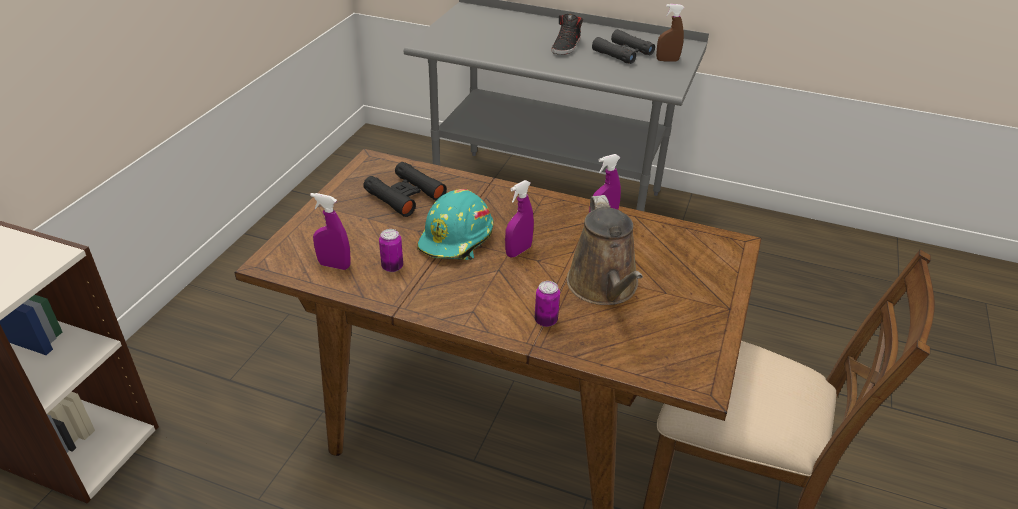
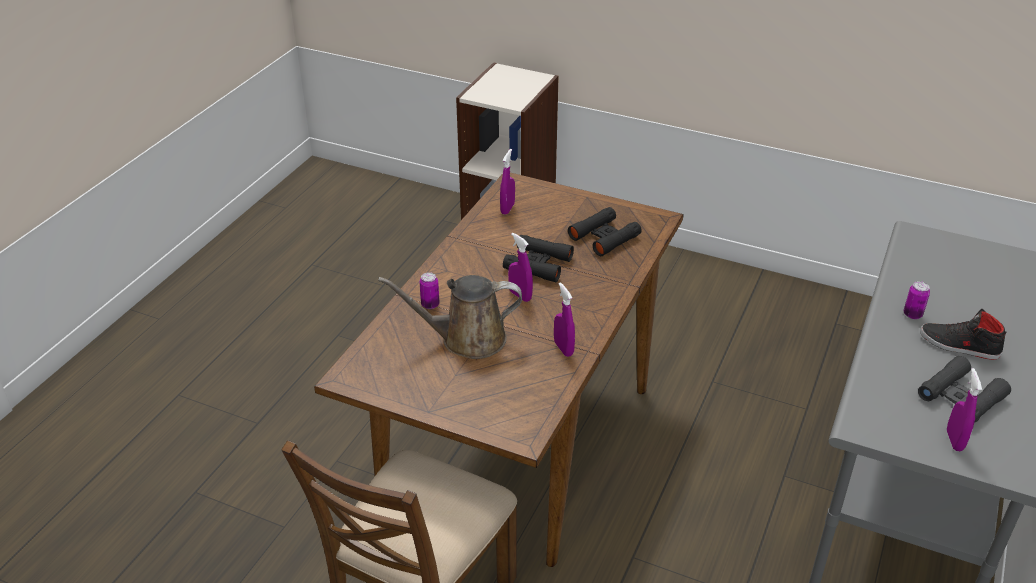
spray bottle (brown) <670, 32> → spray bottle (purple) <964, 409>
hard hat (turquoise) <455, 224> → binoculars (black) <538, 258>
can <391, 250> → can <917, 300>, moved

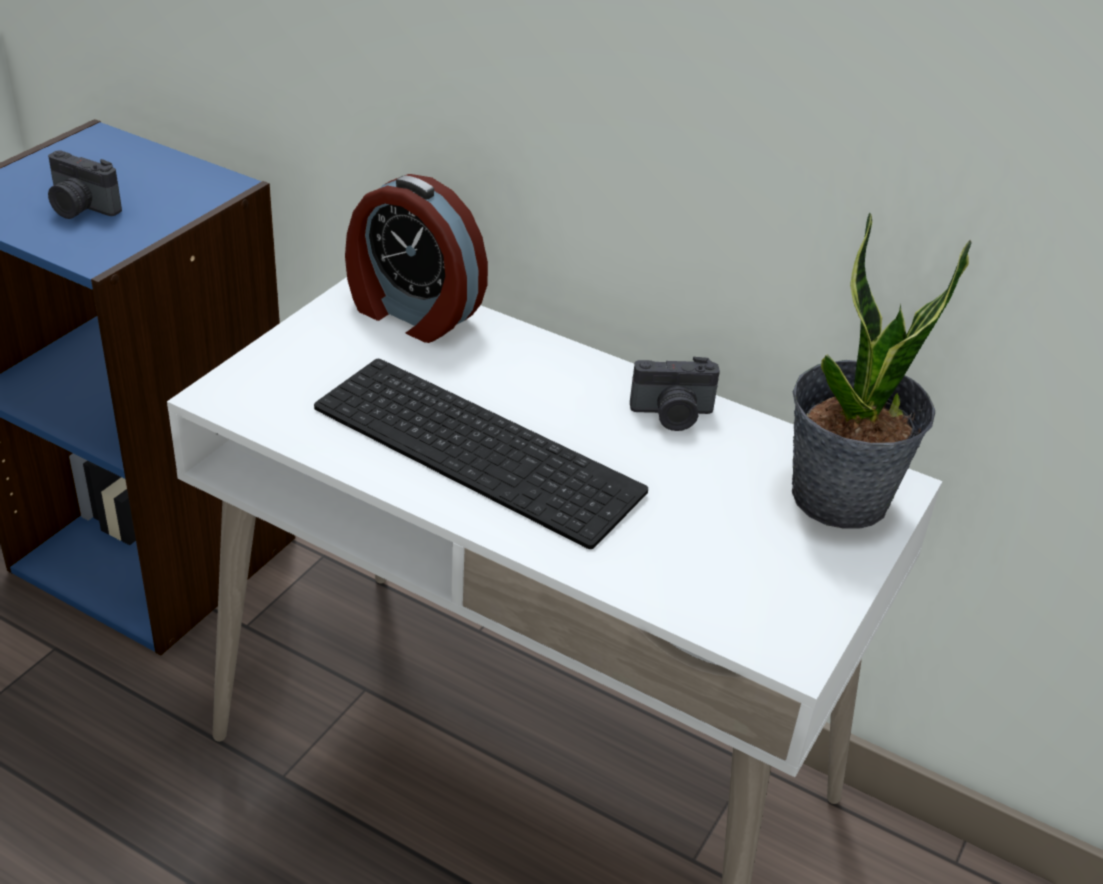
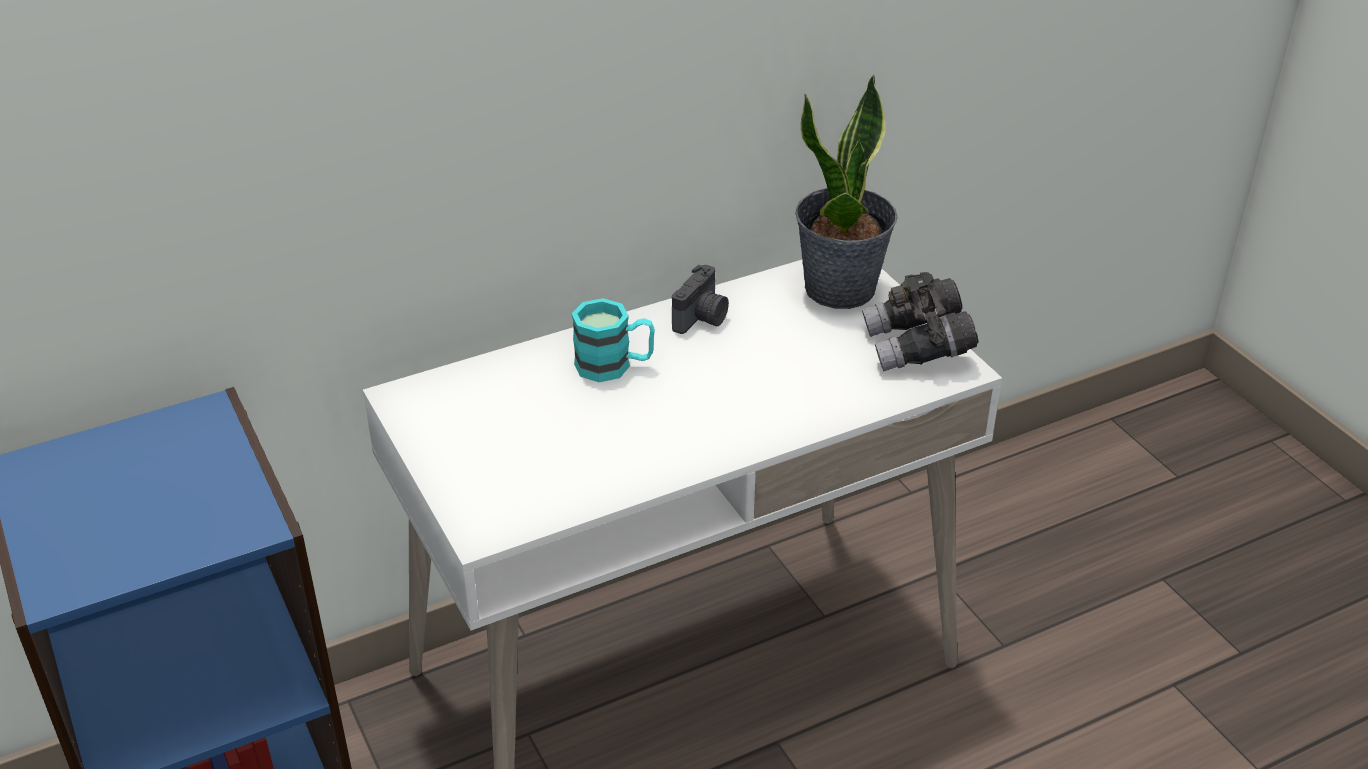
photo camera <85, 185> → -
alarm clock <416, 258> → -
keyboard <481, 454> → -
- → binoculars (grey) <920, 321>
- → mug (turquoise) <613, 340>

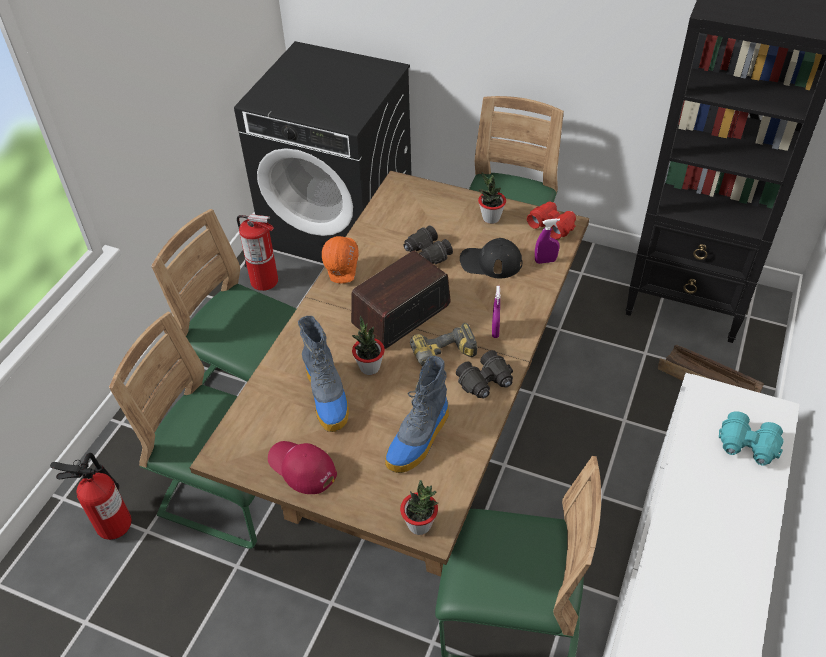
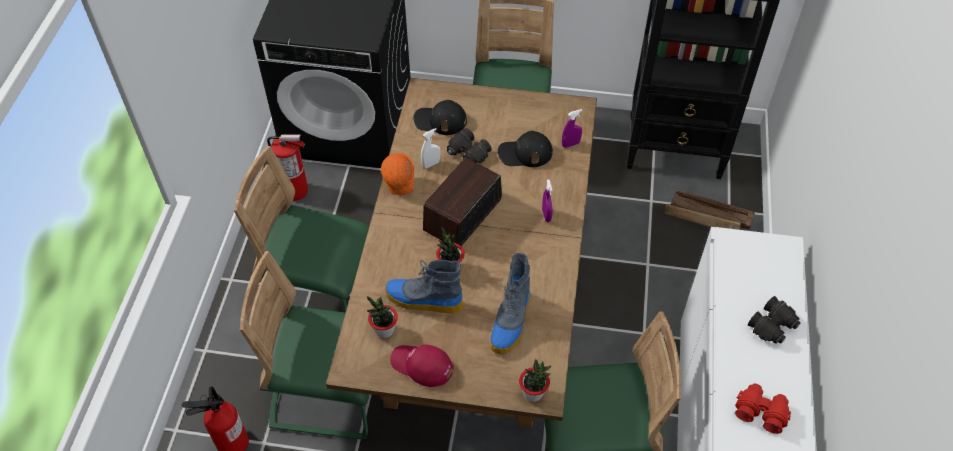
potted plant <492, 198> → potted plant <382, 317>, moved
binoculars (red) <551, 220> → binoculars (red) <763, 409>, moved
boot <323, 374> → boot <424, 287>, 135 degrees clockwise
power drill <443, 345> → -
binoculars (black) <484, 374> → binoculars (black) <774, 320>, moved
binoculars (turquoise) <751, 438> → -
- → cap (black) <440, 117>
- → spray bottle (white) <430, 148>

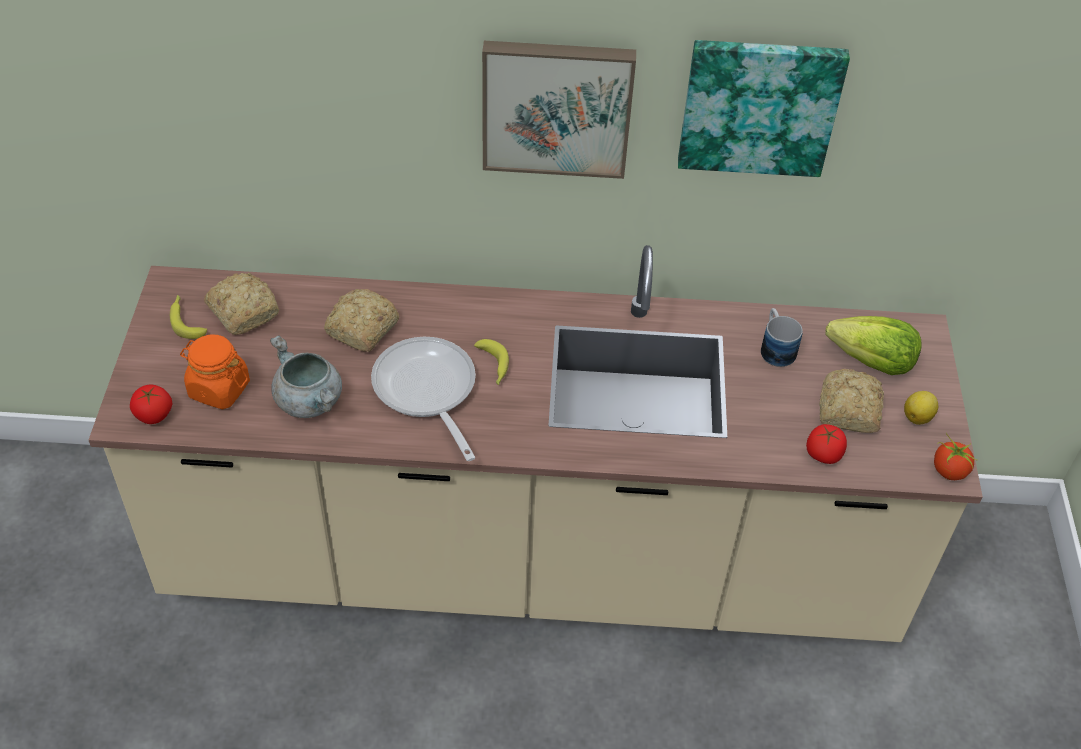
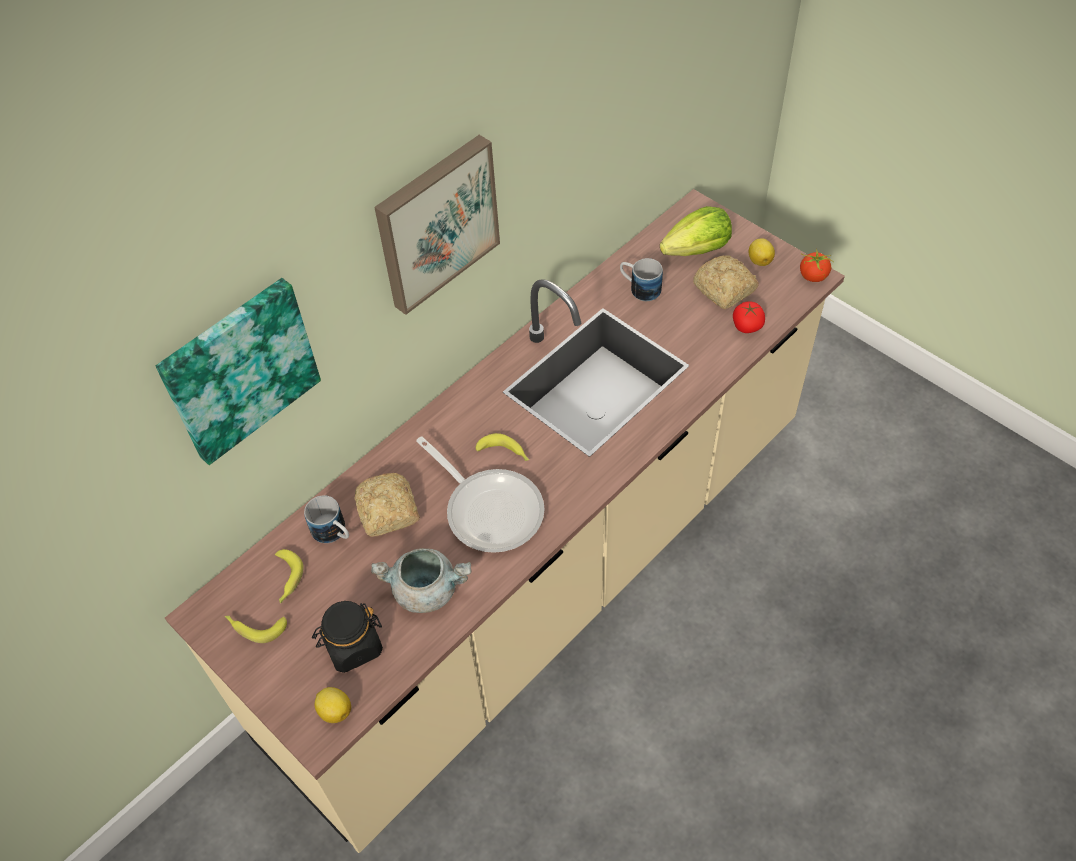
picture <764, 108> → picture <238, 371>, moved
bread <241, 304> → banana <289, 576>
jar (orange) <215, 371> → jar (black) <347, 637>
frying pan <423, 399> → frying pan <480, 494>, 150 degrees counterclockwise
tomato <151, 404> → lemon <333, 705>
- → mug <326, 519>

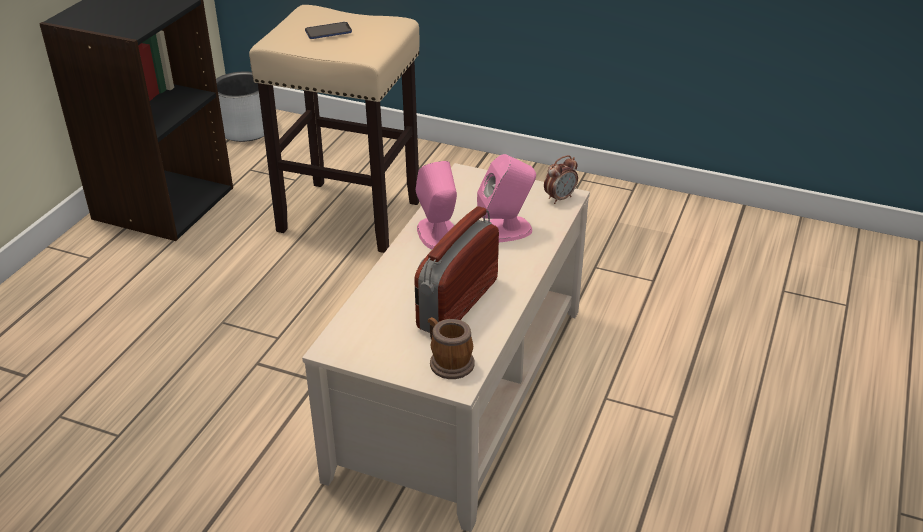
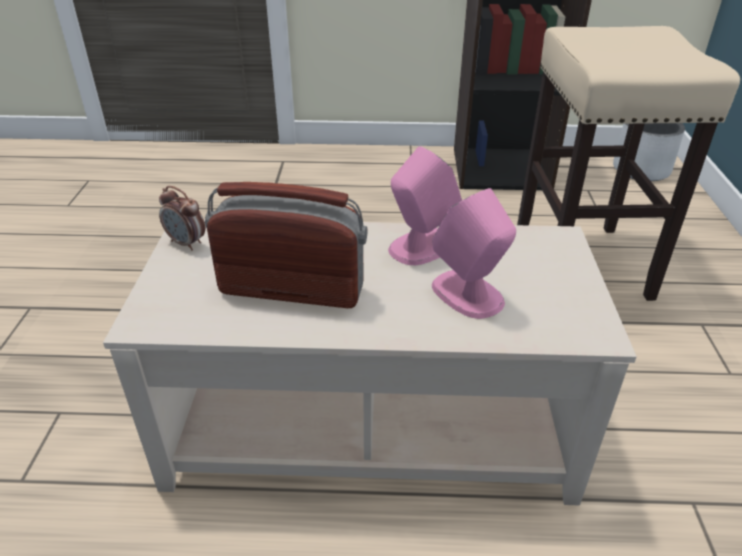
phone <328, 30> → -
alarm clock <561, 179> → alarm clock <182, 218>, moved
mug <451, 348> → -

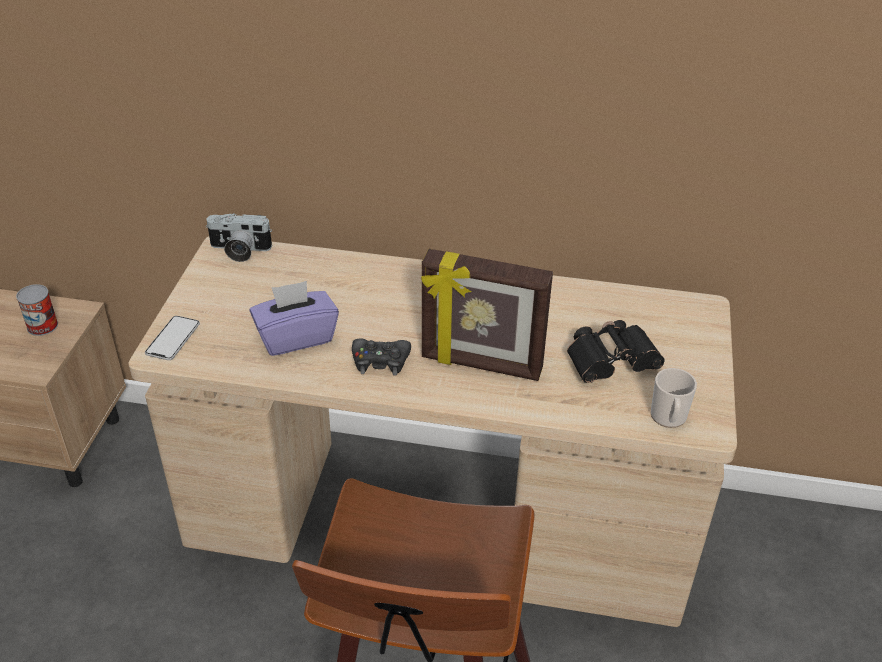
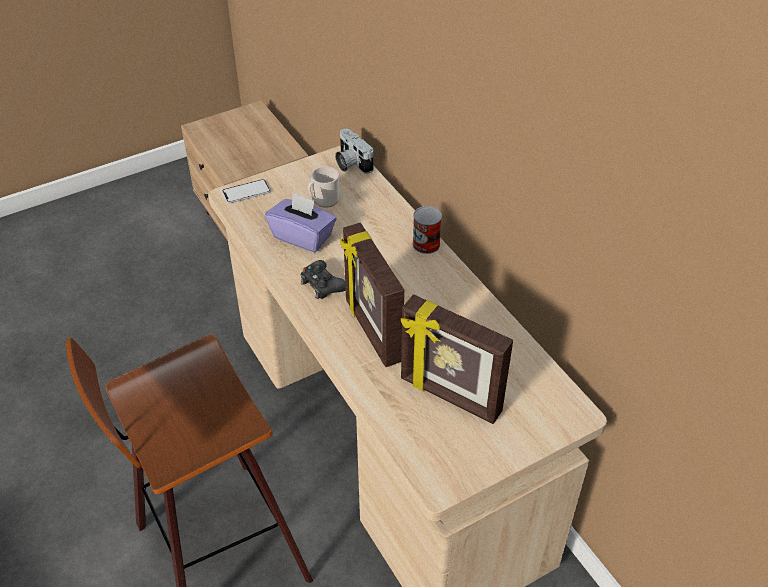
can <37, 310> → can <427, 230>, moved
binoculars (black) <616, 351> → picture frame <457, 359>
mug <674, 398> → mug <323, 187>, moved

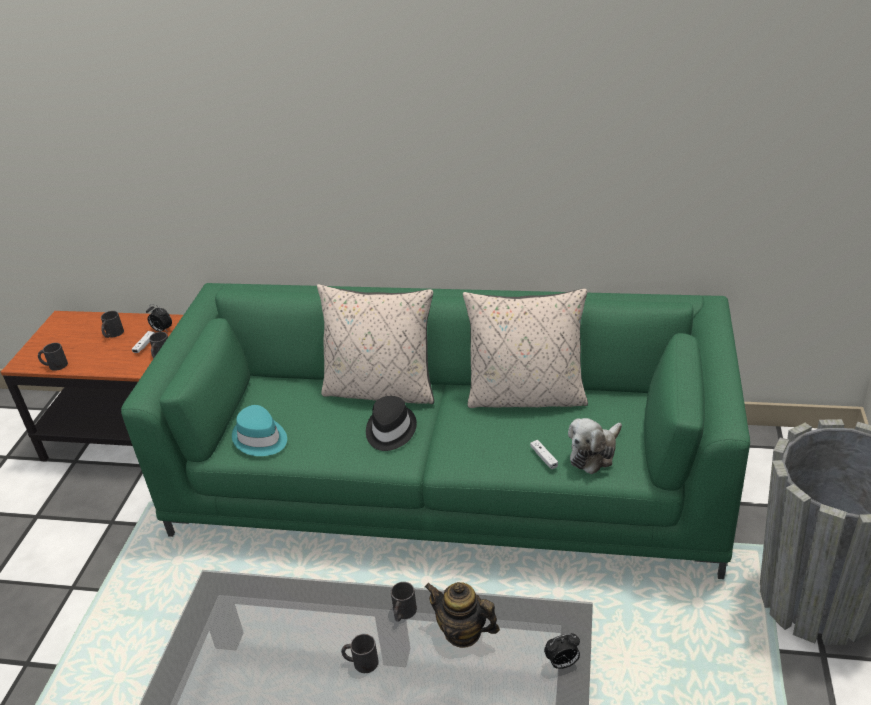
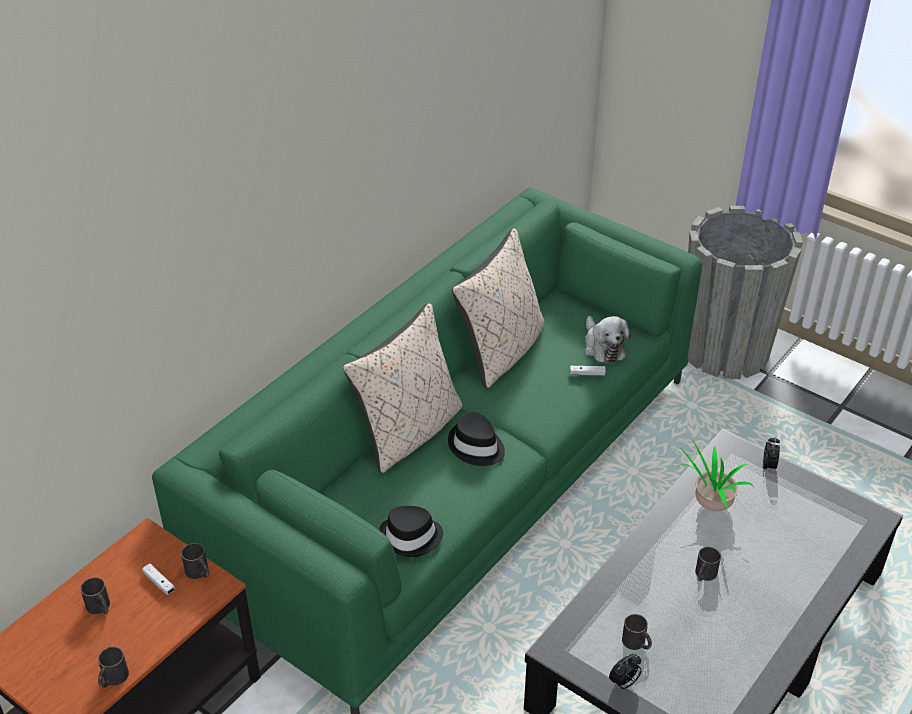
alarm clock <159, 318> → alarm clock <625, 672>, moved
hat (turquoise) <259, 430> → hat (black) <411, 531>
mug (black) <404, 602> → mug (black) <637, 632>, moved
teapot <462, 615> → potted plant <716, 476>

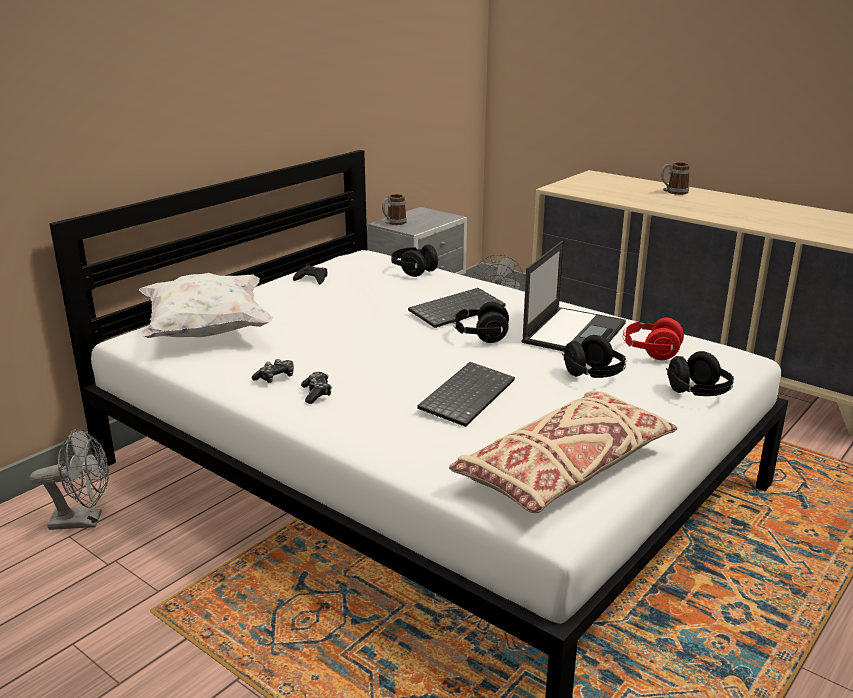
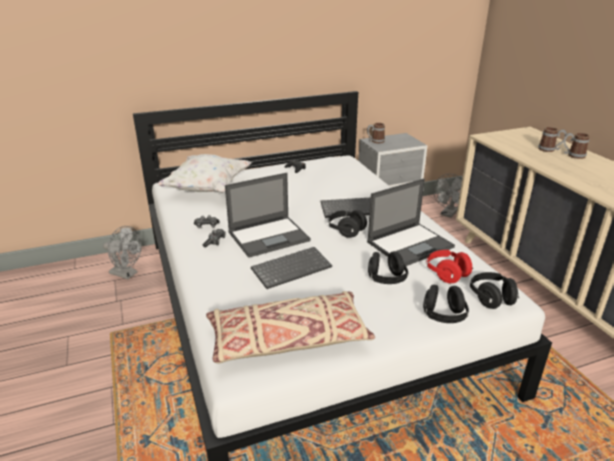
headphones (black) <415, 260> → headphones (black) <494, 290>, moved
- → mug <552, 139>
- → laptop <268, 215>

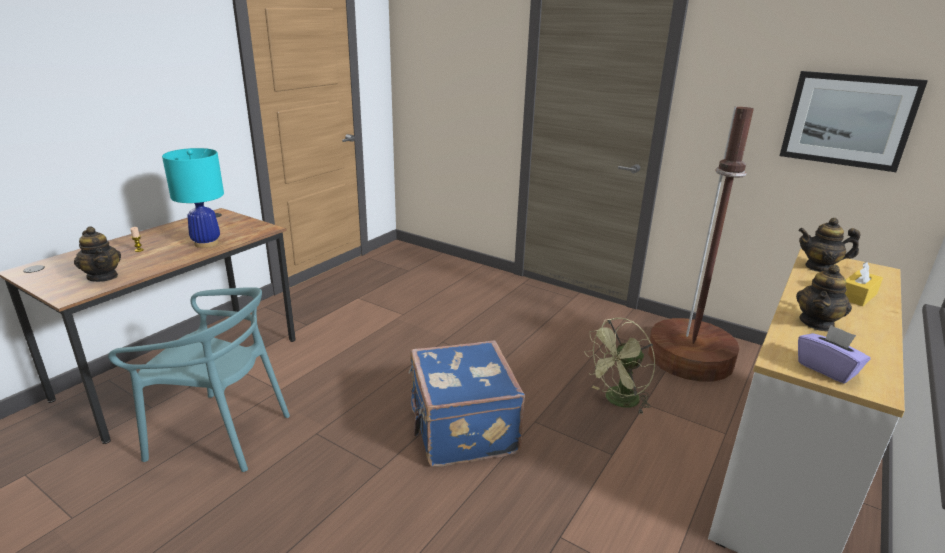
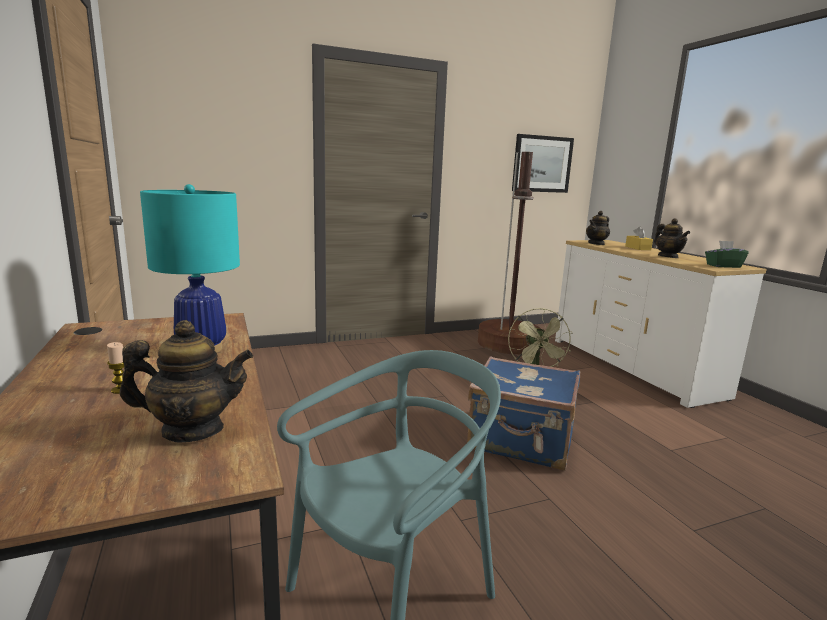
tissue box (purple) <834, 354> → tissue box (green) <726, 254>

